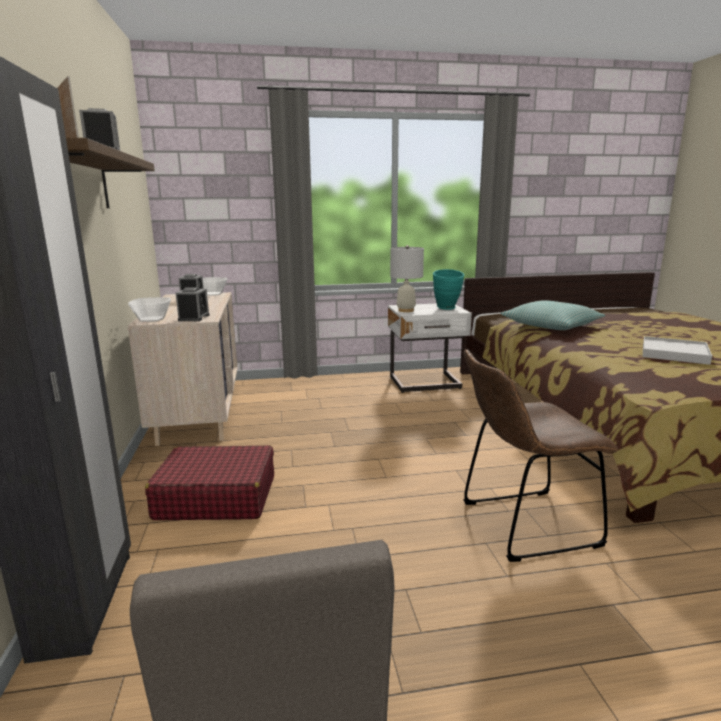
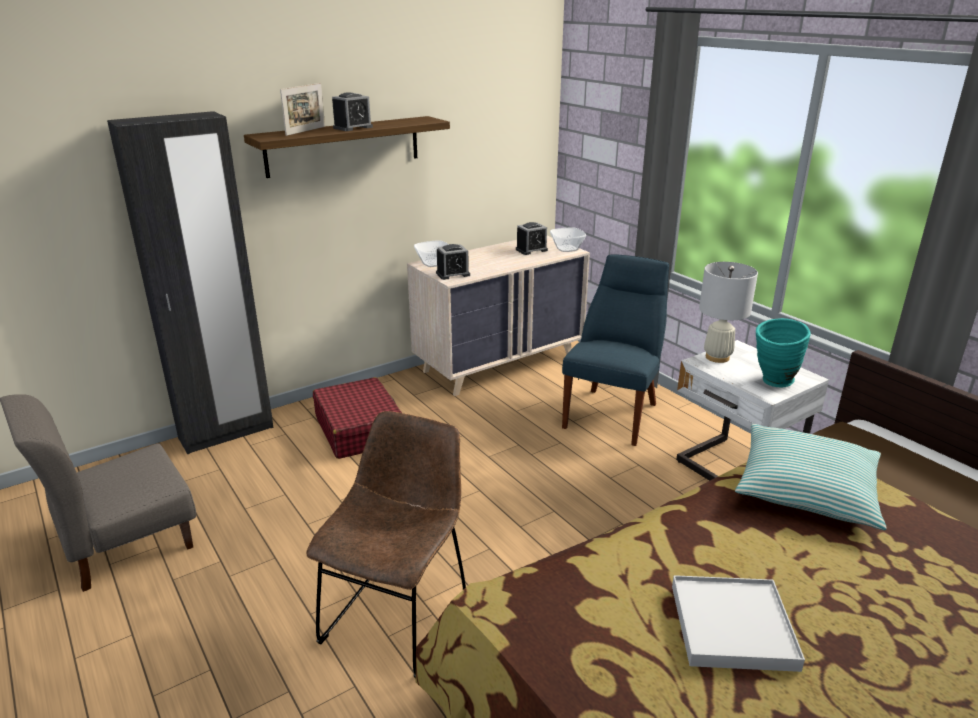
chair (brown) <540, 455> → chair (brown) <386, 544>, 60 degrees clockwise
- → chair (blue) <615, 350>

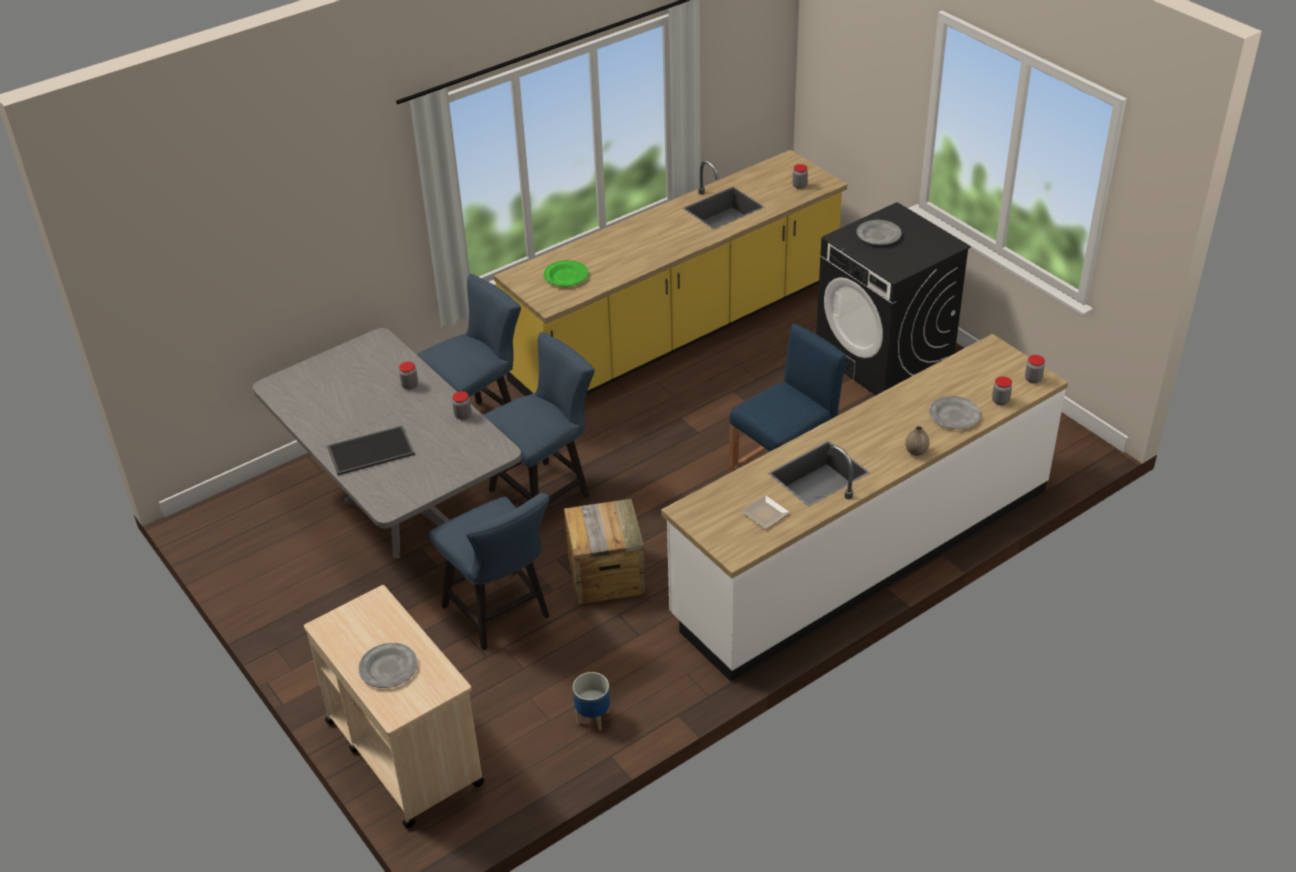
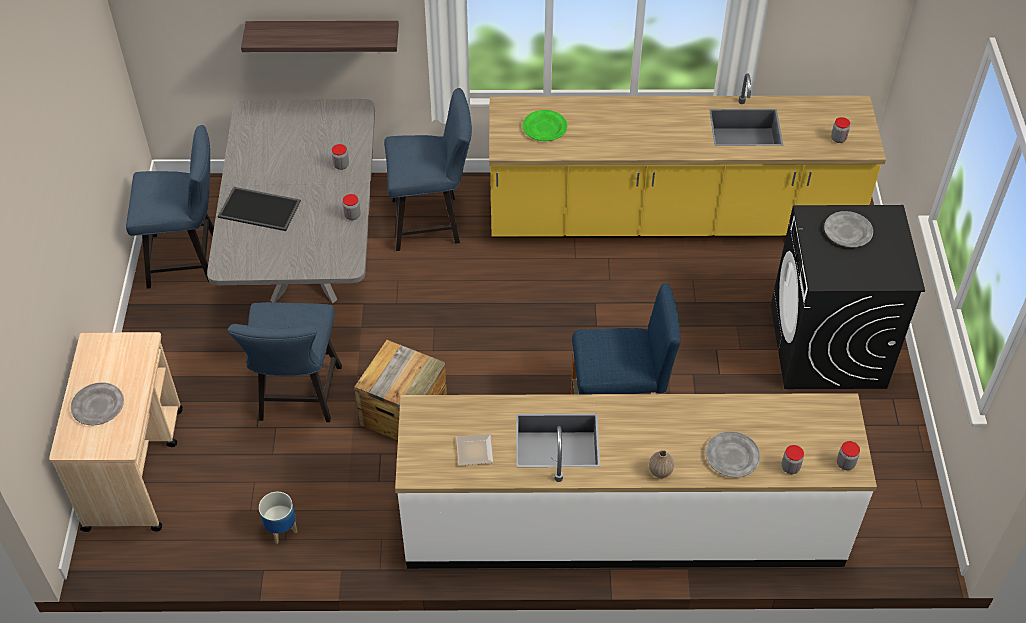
chair (blue) <539, 418> → chair (blue) <170, 207>, moved
- → shelf <320, 36>

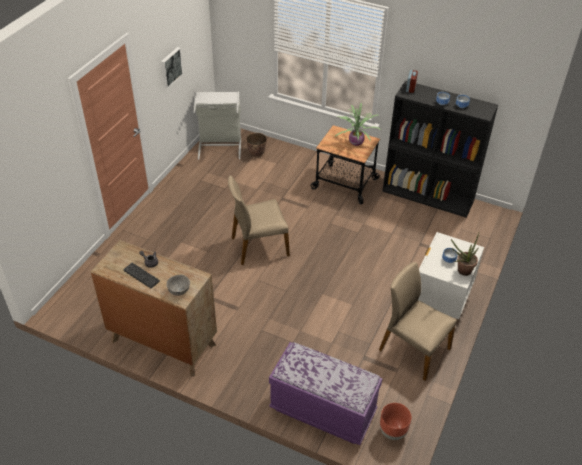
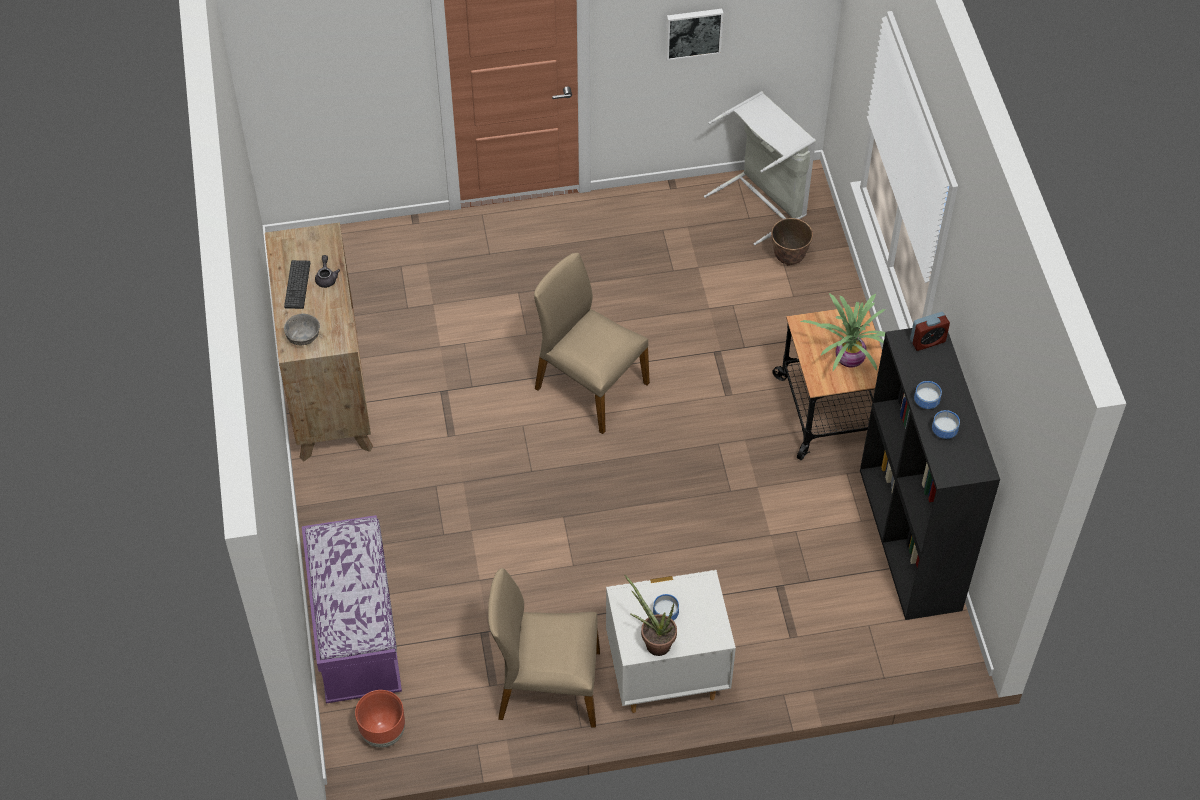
chair (beige) <418, 321> → chair (beige) <544, 648>, 90 degrees counterclockwise

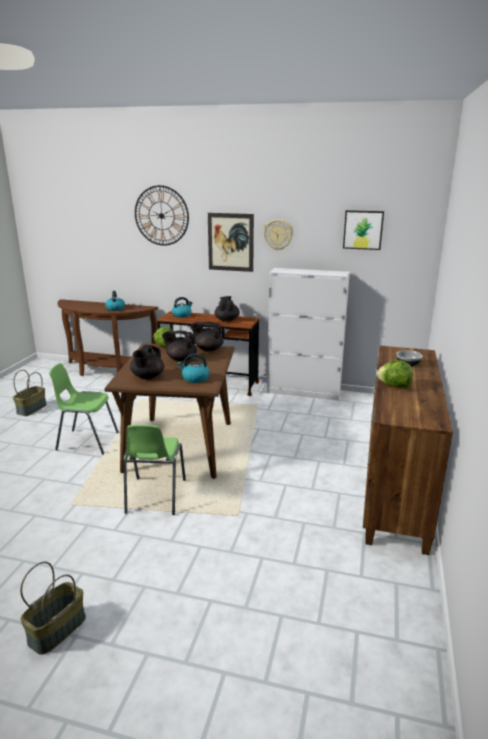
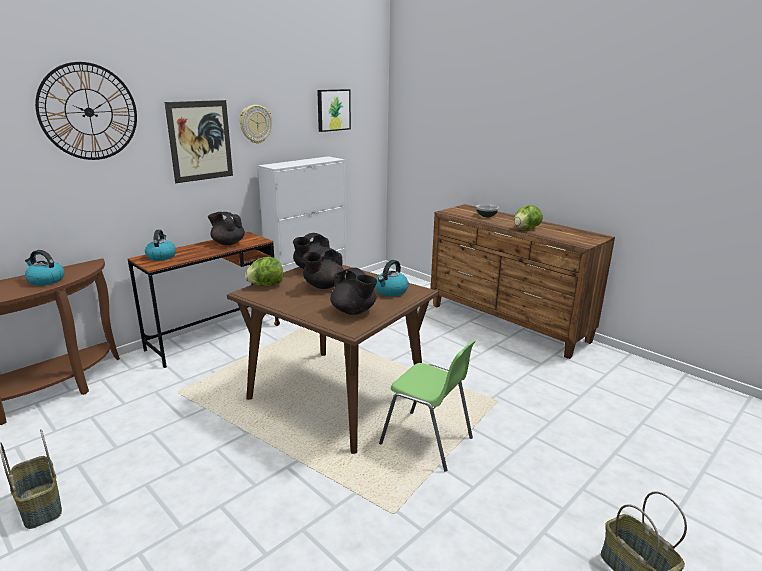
chair (green) <84, 408> → -

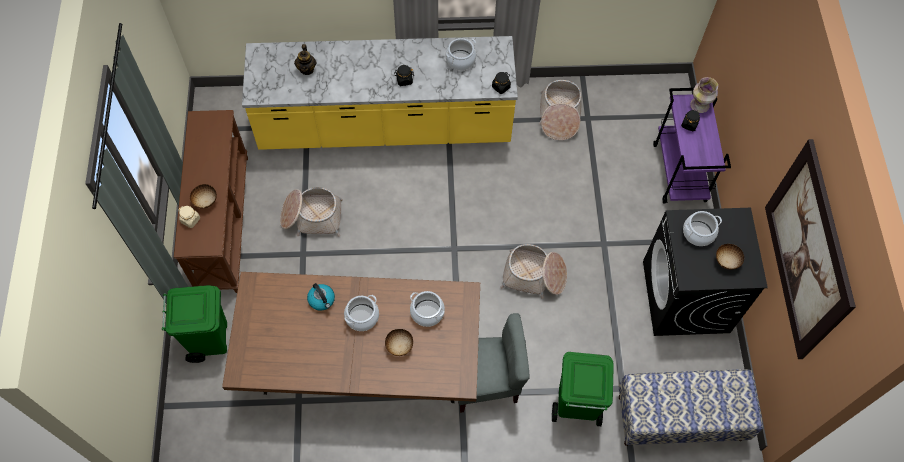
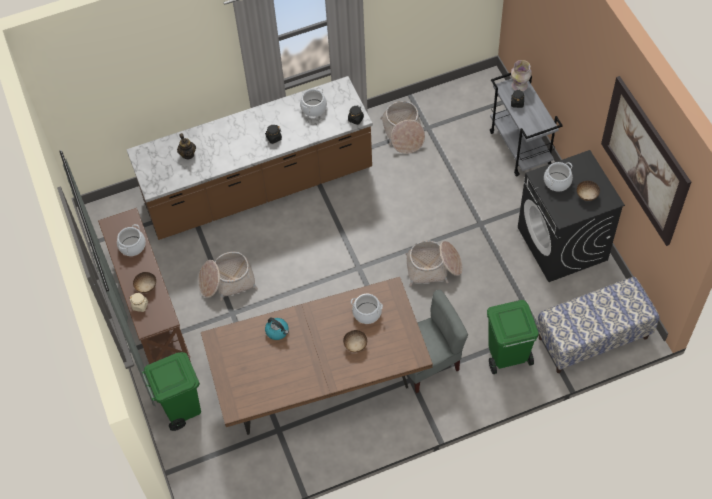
counter (yellow) <380, 93> → counter (brown) <249, 158>
cart (purple) <692, 145> → cart (grey) <526, 125>
cooking pot <361, 313> → cooking pot <131, 240>, moved

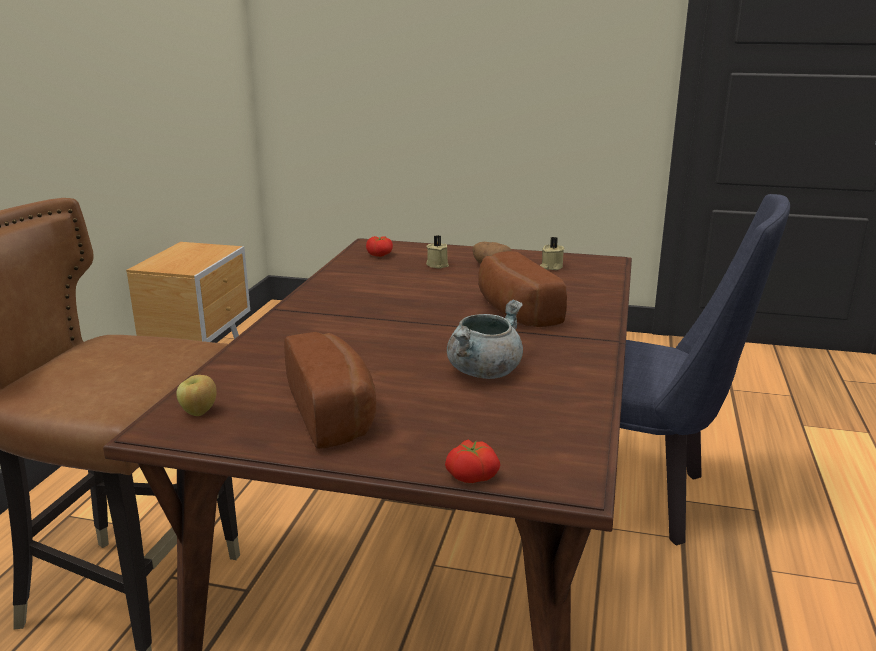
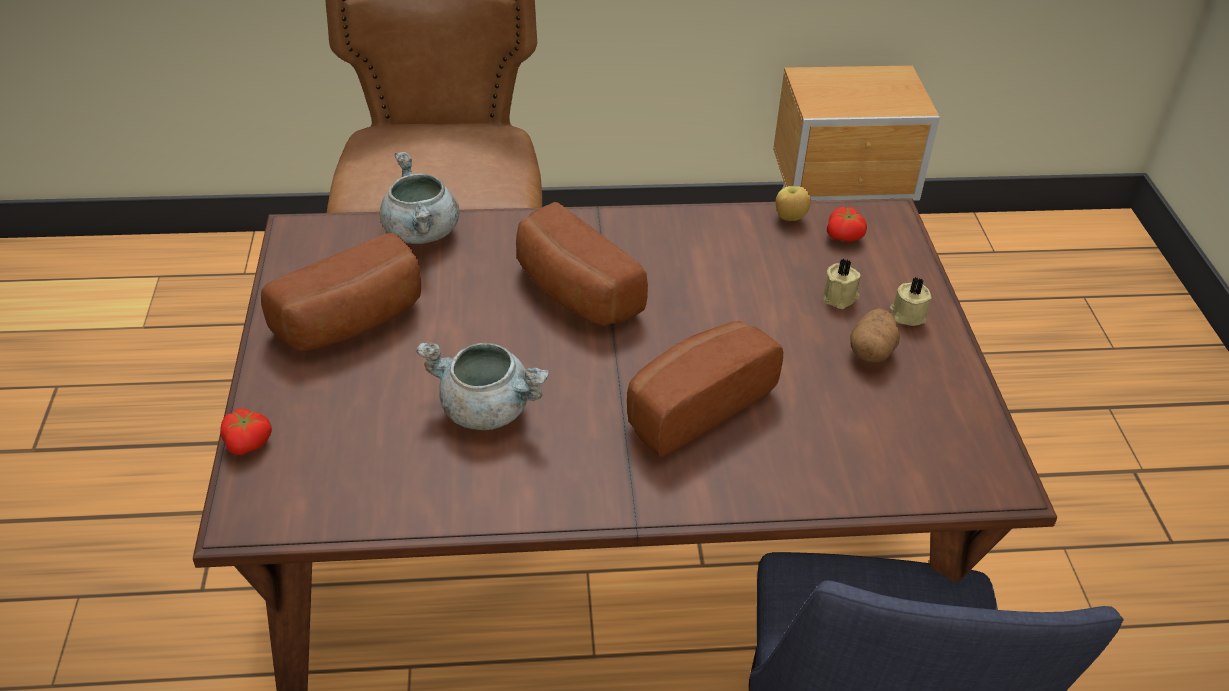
candle (beige) <552, 253> → candle (beige) <910, 301>, moved
apple <196, 395> → apple <793, 203>, moved
- → cooking pot (grey) <419, 198>
- → bread <582, 264>

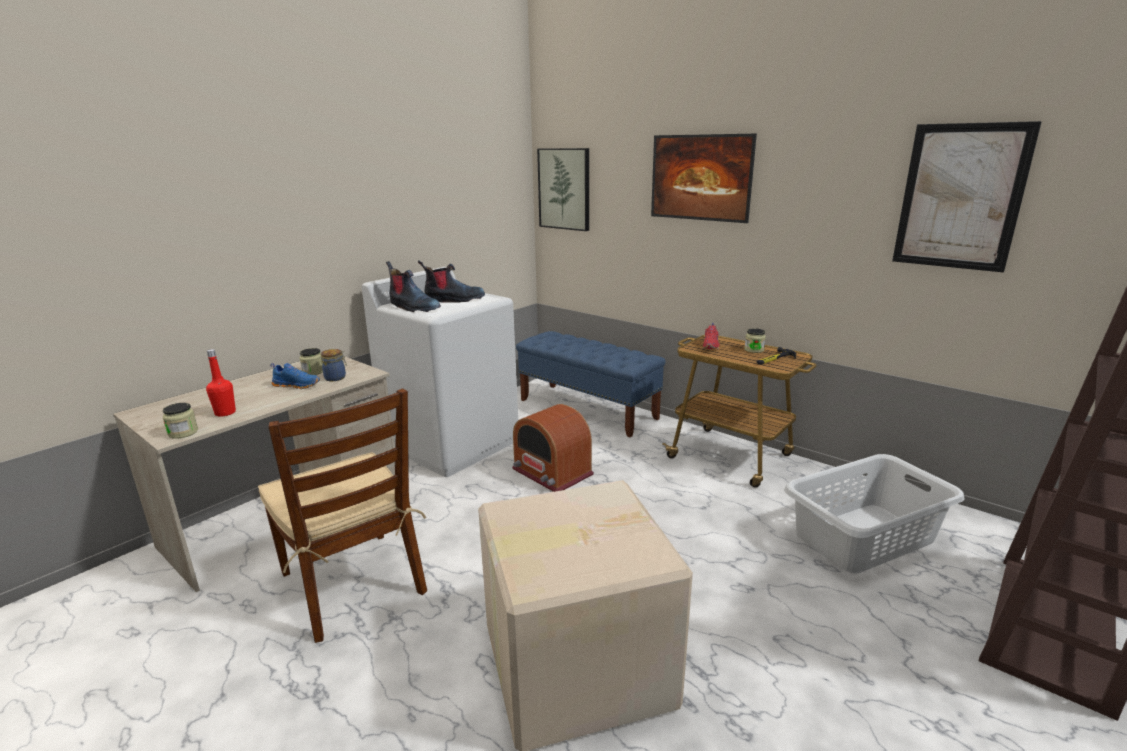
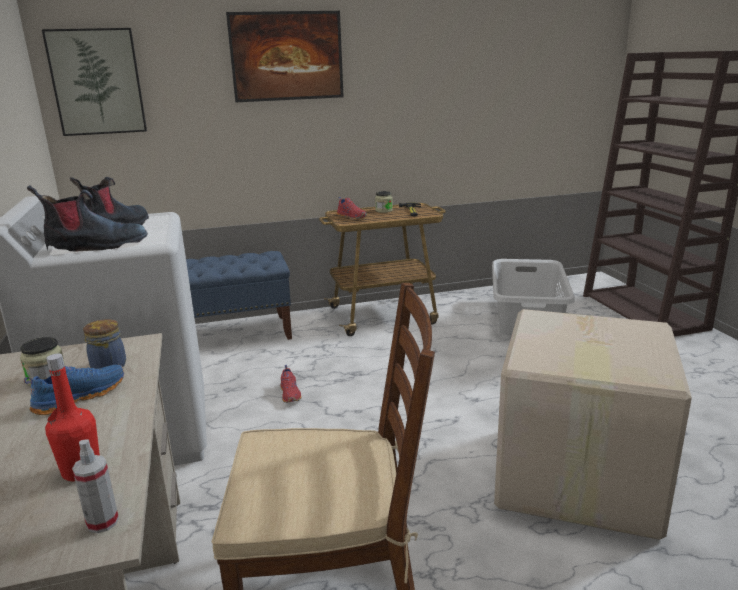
picture <967, 196> → -
jar <180, 421> → spray bottle <95, 486>
radio <553, 448> → shoe (red) <290, 384>

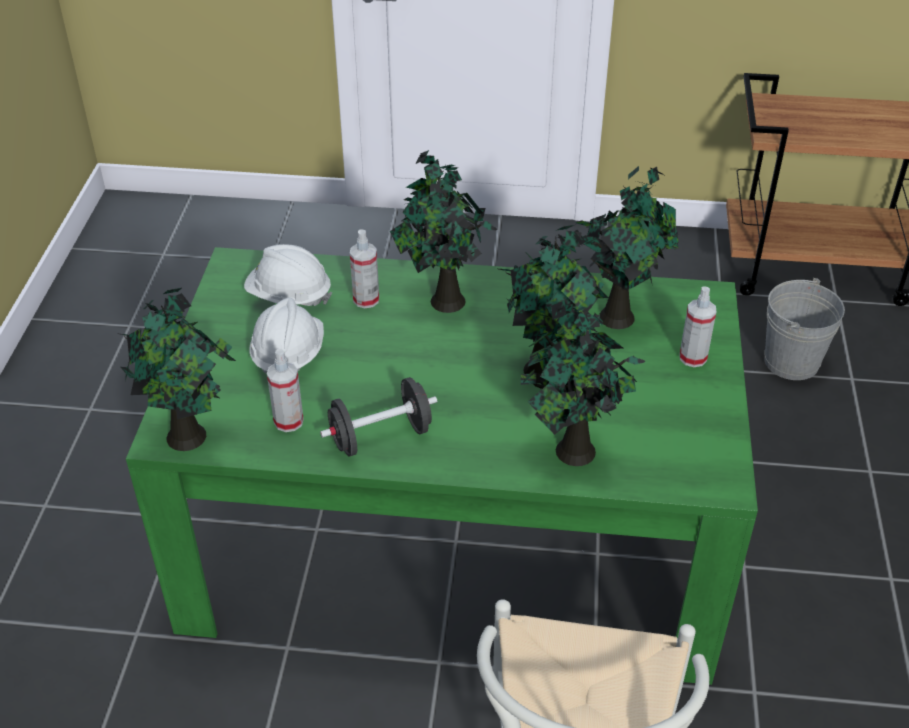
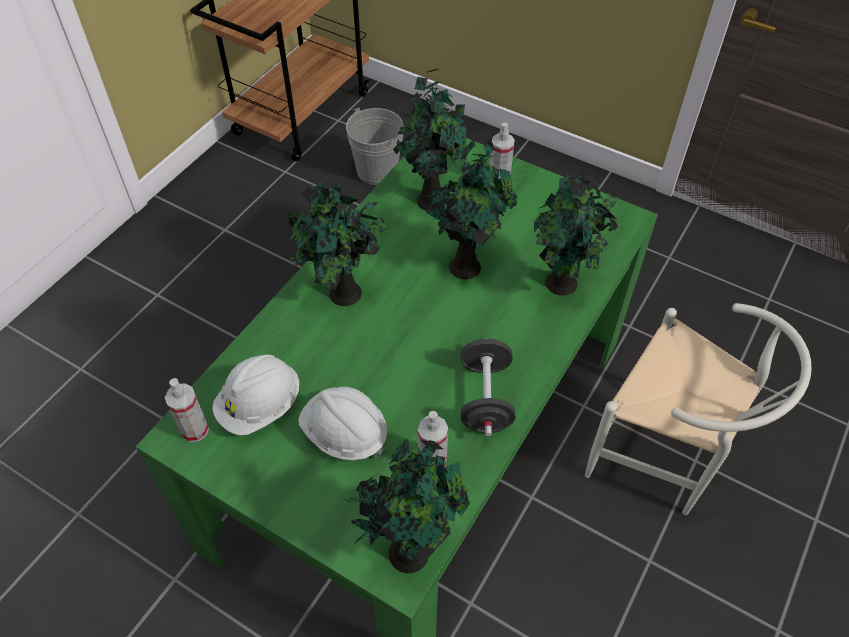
spray bottle <364, 268> → spray bottle <187, 410>, moved

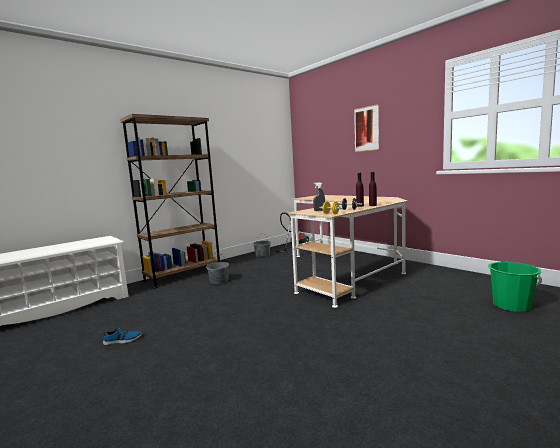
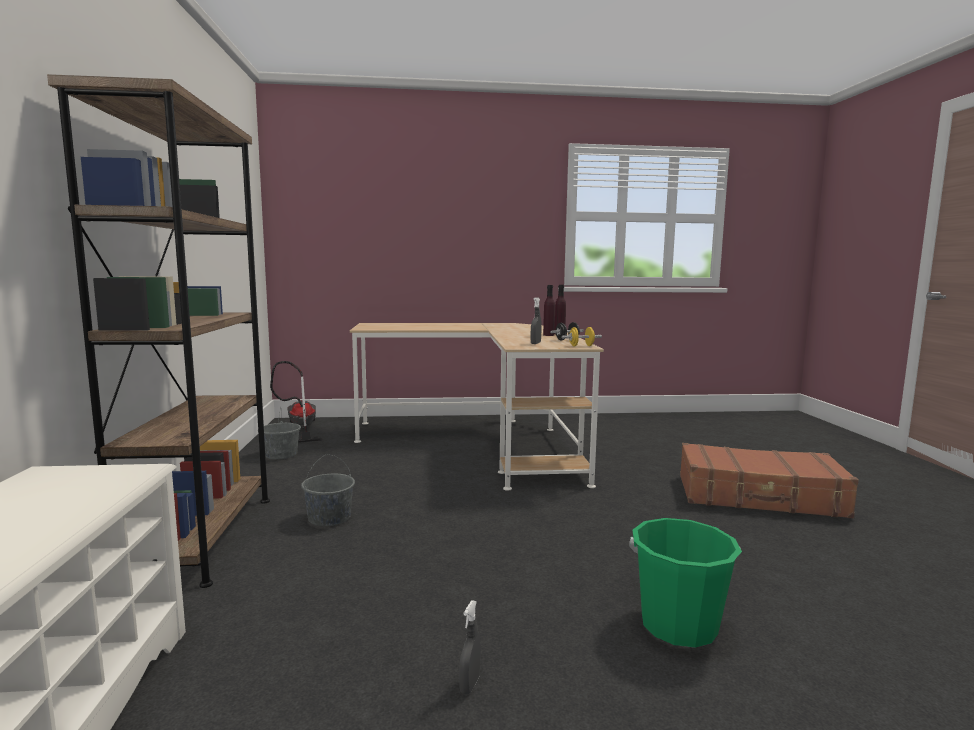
picture <366, 128> → -
bucket (green) <515, 287> → bucket (green) <685, 583>, moved
shoe <122, 334> → spray bottle (grey) <469, 647>
- → suitcase (brown) <769, 480>

